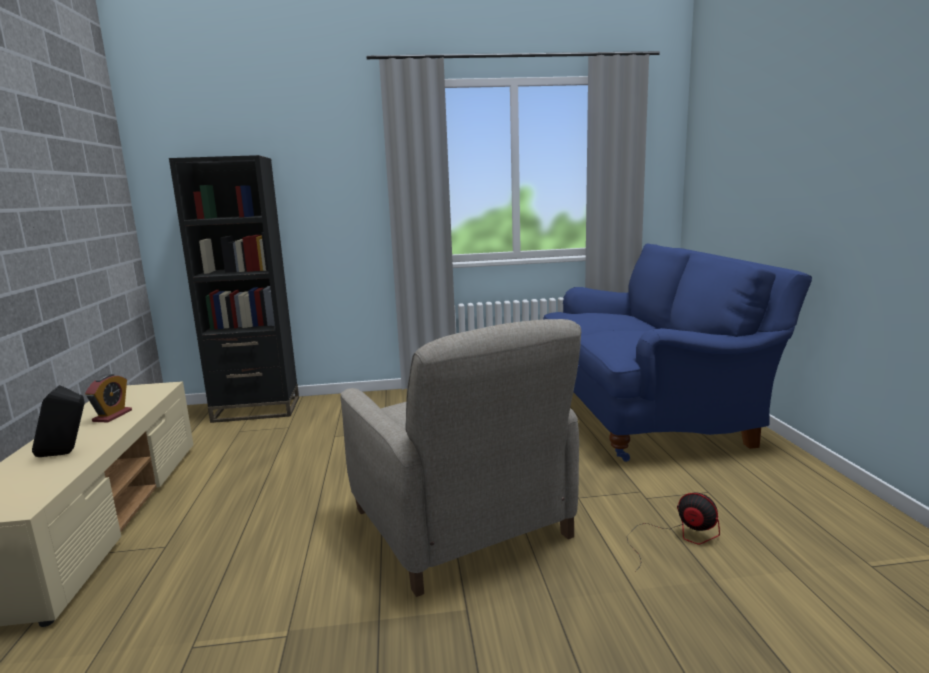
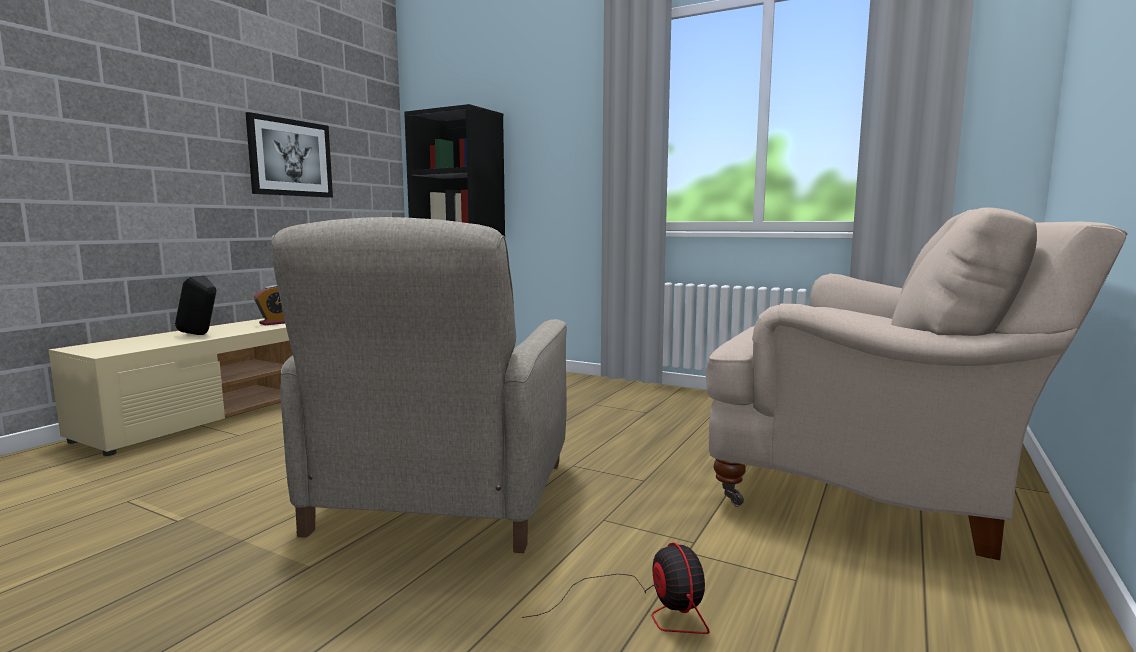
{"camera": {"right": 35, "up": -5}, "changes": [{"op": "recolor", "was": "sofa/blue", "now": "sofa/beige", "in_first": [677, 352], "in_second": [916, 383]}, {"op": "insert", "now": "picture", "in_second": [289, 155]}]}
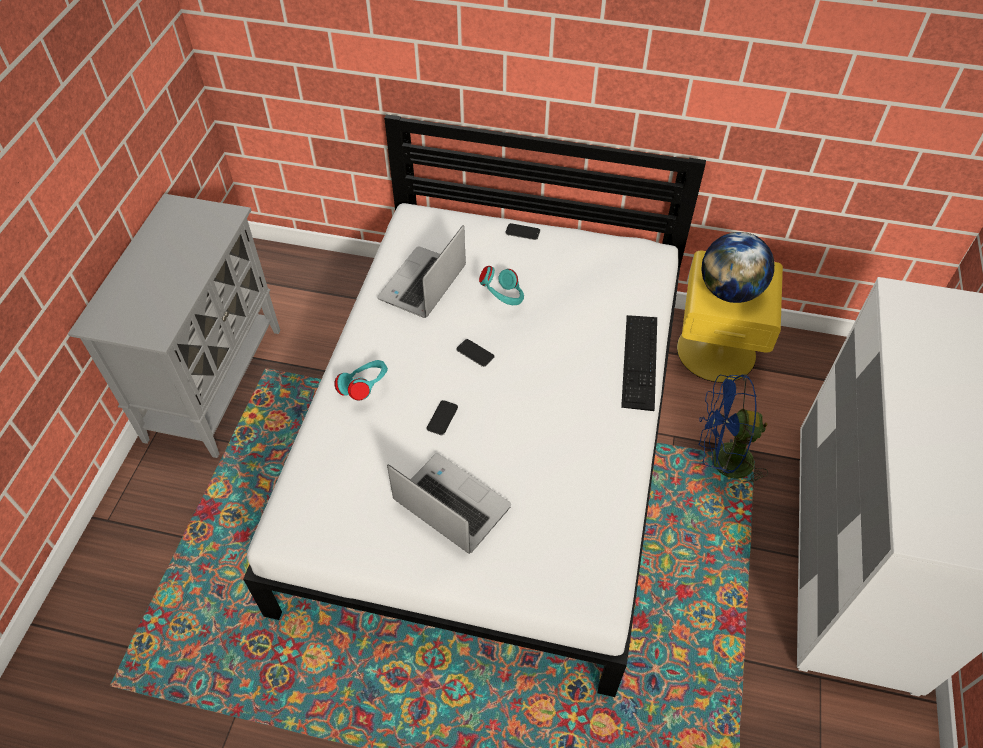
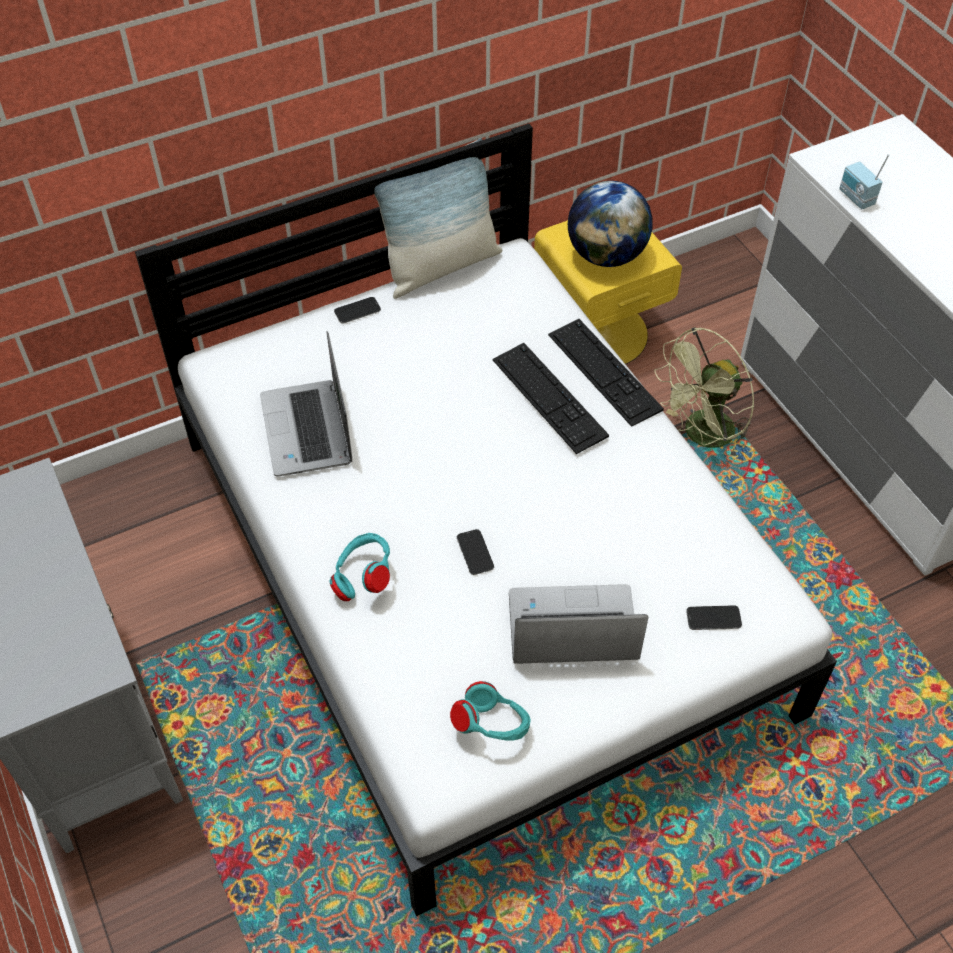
{"camera": {"right": -40, "up": 0}, "changes": [{"op": "move", "was": "headphones/turquoise", "in_first": [501, 285], "in_second": [490, 711]}, {"op": "move", "was": "phone", "in_first": [475, 353], "in_second": [714, 617]}, {"op": "recolor", "was": "fan/blue", "now": "fan/green", "in_first": [733, 432], "in_second": [704, 393]}, {"op": "insert", "now": "pillow", "in_second": [438, 218]}, {"op": "insert", "now": "radio", "in_second": [864, 181]}, {"op": "insert", "now": "keyboard", "in_second": [550, 398]}]}
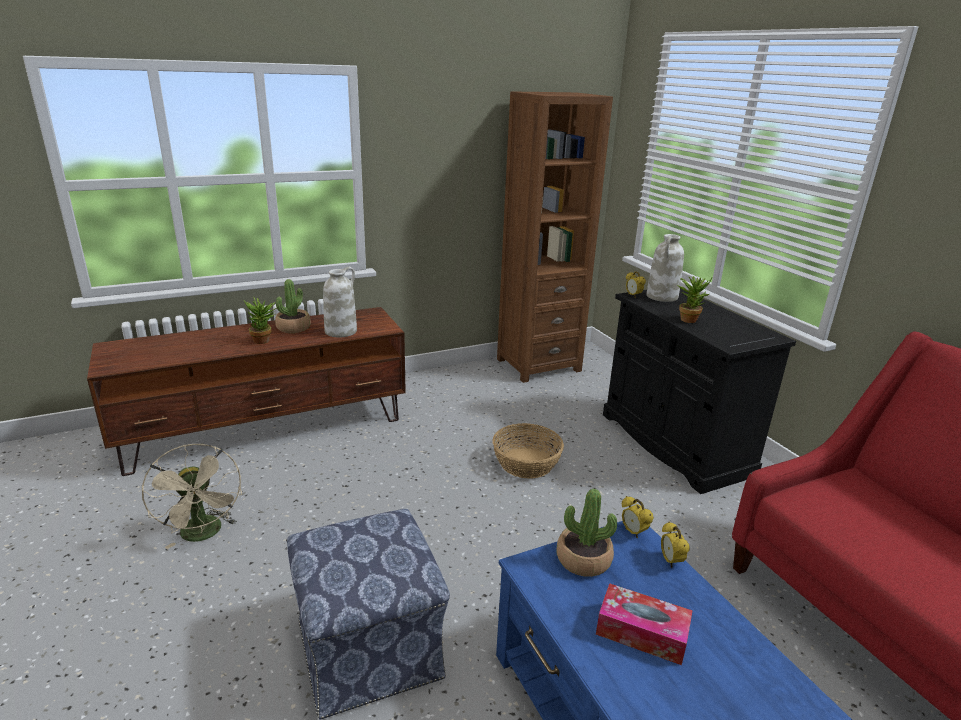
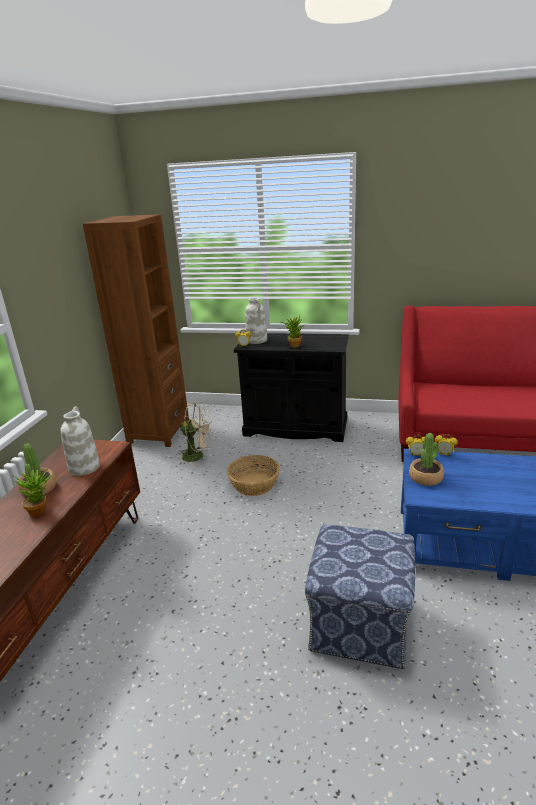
{"camera": {"right": -50, "up": 0}, "changes": [{"op": "move", "was": "fan/beige", "in_first": [192, 496], "in_second": [195, 434]}, {"op": "delete", "was": "tissue box", "in_first": [644, 624]}]}
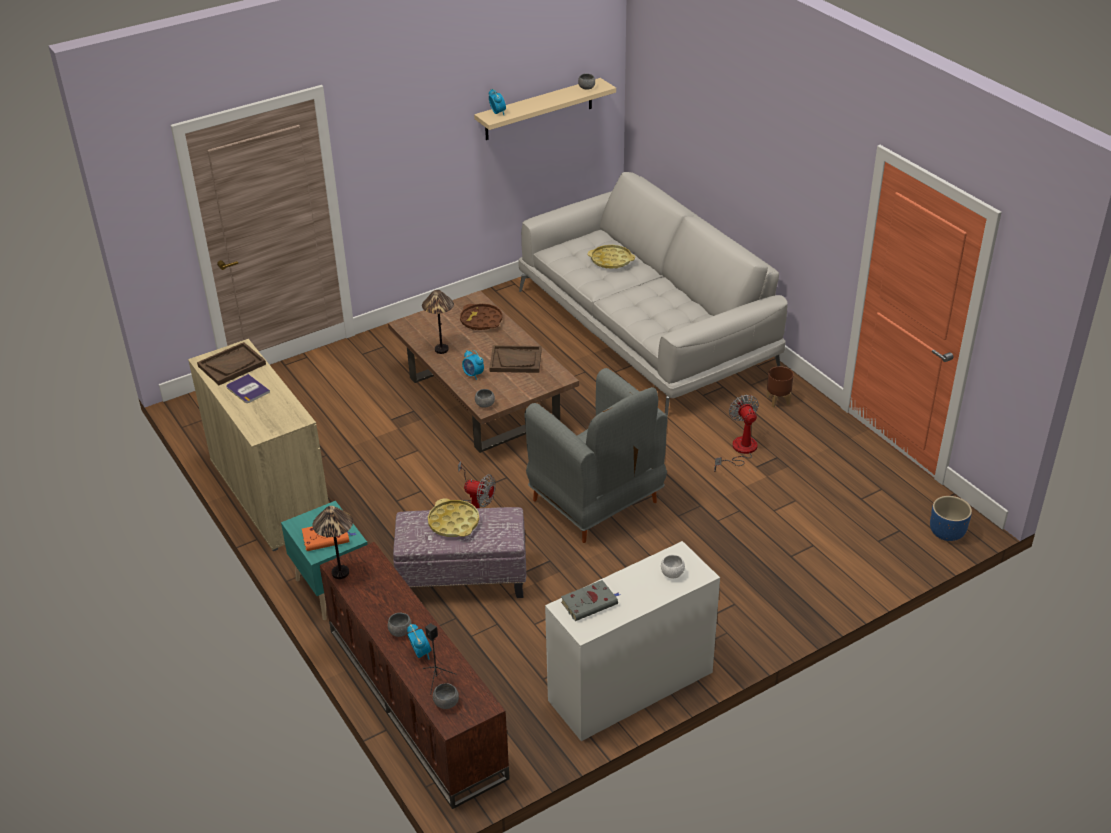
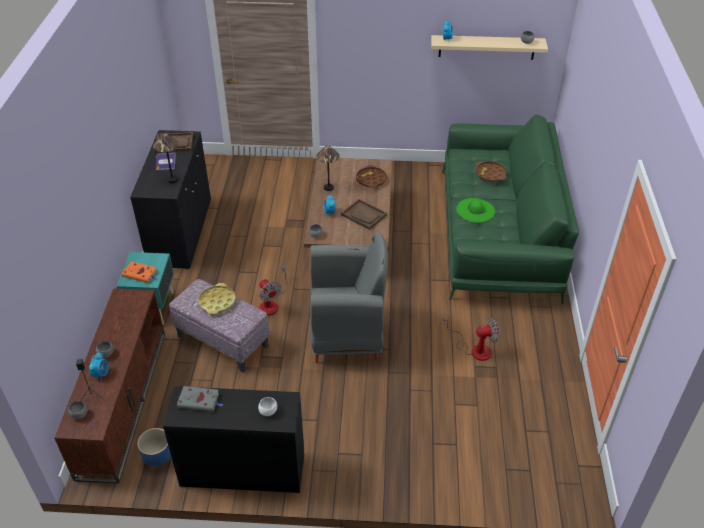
{"camera": {"right": 35, "up": 5}, "changes": [{"op": "recolor", "was": "sofa/white", "now": "sofa/green", "in_first": [652, 294], "in_second": [510, 210]}, {"op": "recolor", "was": "tray/yellow", "now": "tray/brown", "in_first": [611, 257], "in_second": [491, 171]}, {"op": "recolor", "was": "cabinet/beige", "now": "cabinet/black", "in_first": [258, 445], "in_second": [170, 200]}, {"op": "delete", "was": "planter/brown", "in_first": [780, 386]}, {"op": "rotate", "was": "armchair/grey", "in_first": [596, 455], "in_second": [349, 297], "clockwise": -90}, {"op": "rotate", "was": "fan", "in_first": [736, 433], "in_second": [471, 339], "clockwise": 60}, {"op": "move", "was": "planter/blue", "in_first": [951, 518], "in_second": [154, 447]}, {"op": "move", "was": "table lamp", "in_first": [332, 542], "in_second": [166, 158]}, {"op": "recolor", "was": "desk/white", "now": "desk/black", "in_first": [632, 641], "in_second": [233, 439]}, {"op": "insert", "now": "hat/green", "in_second": [475, 210]}]}
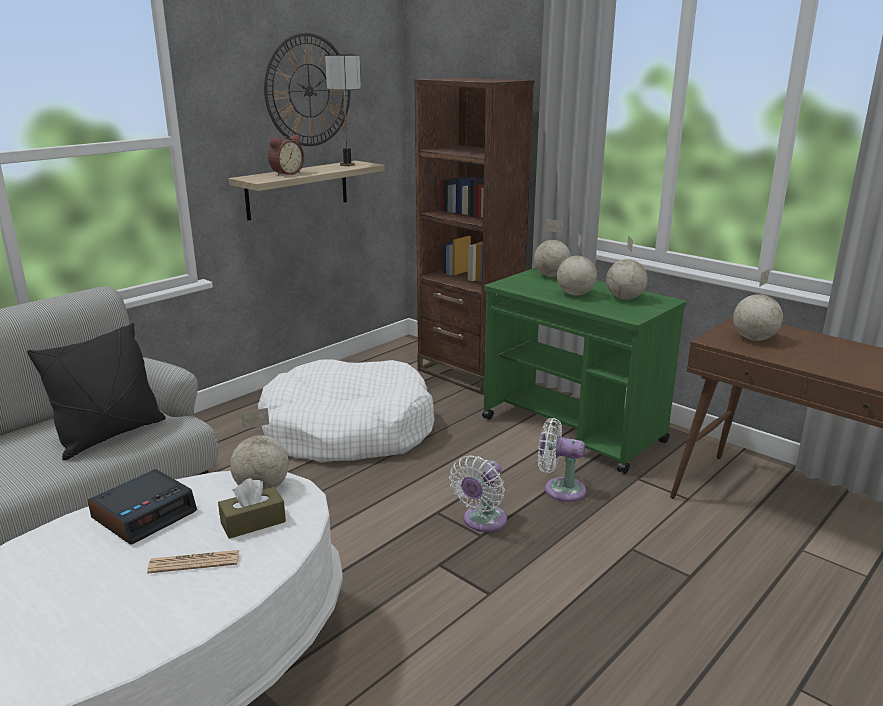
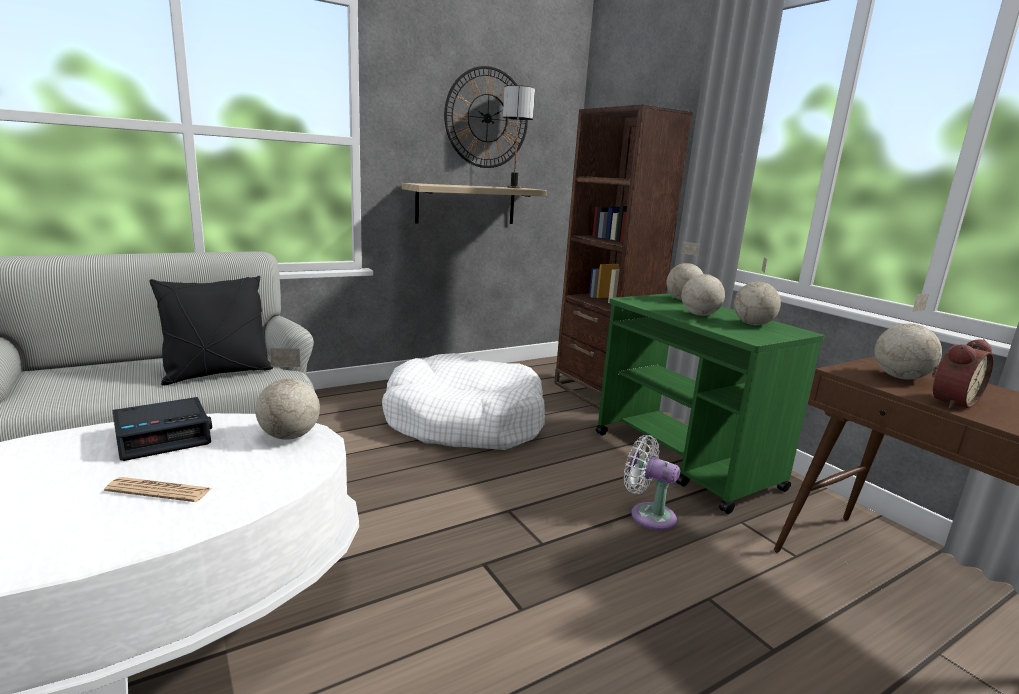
{"camera": {"right": 15, "up": -5}, "changes": [{"op": "move", "was": "alarm clock", "in_first": [286, 155], "in_second": [963, 374]}, {"op": "delete", "was": "fan/white", "in_first": [478, 493]}, {"op": "delete", "was": "tissue box/brown", "in_first": [252, 508]}]}
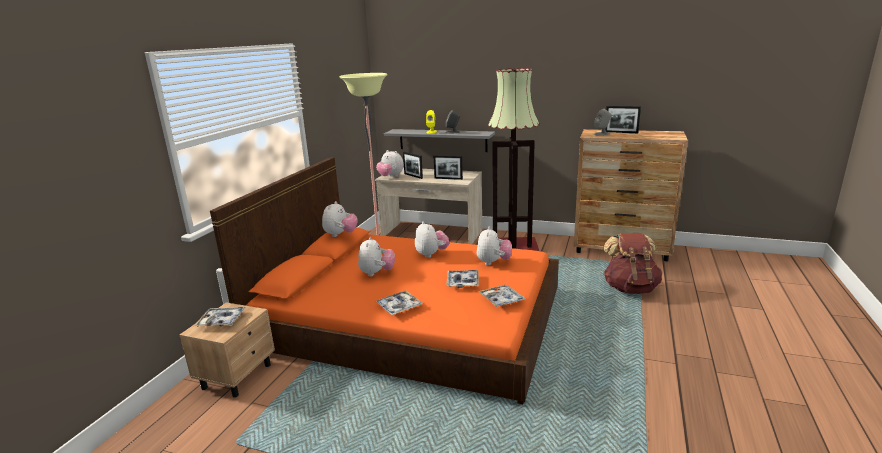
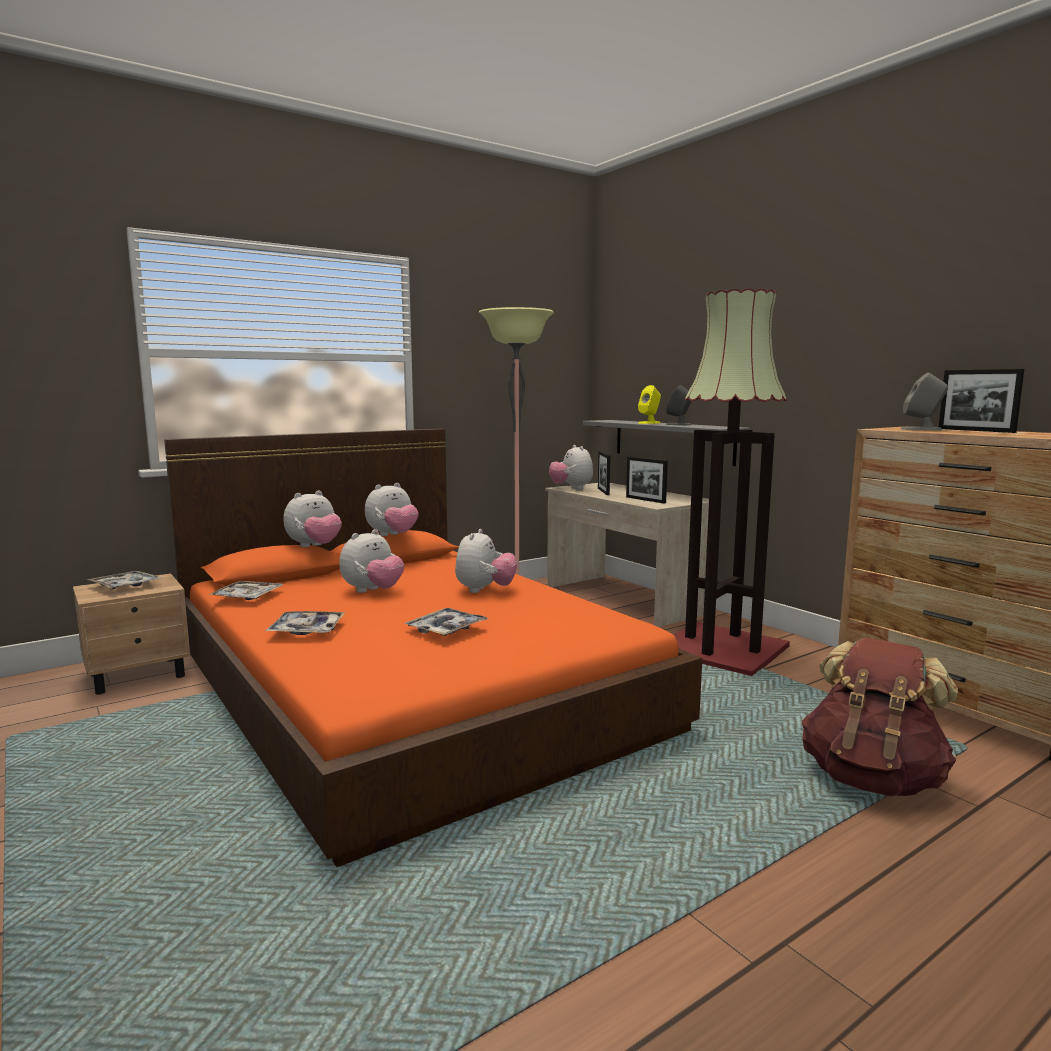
{"camera": {"right": 35, "up": -10}, "changes": [{"op": "move", "was": "plush toy", "in_first": [494, 246], "in_second": [312, 519]}, {"op": "move", "was": "tray", "in_first": [502, 296], "in_second": [246, 590]}]}
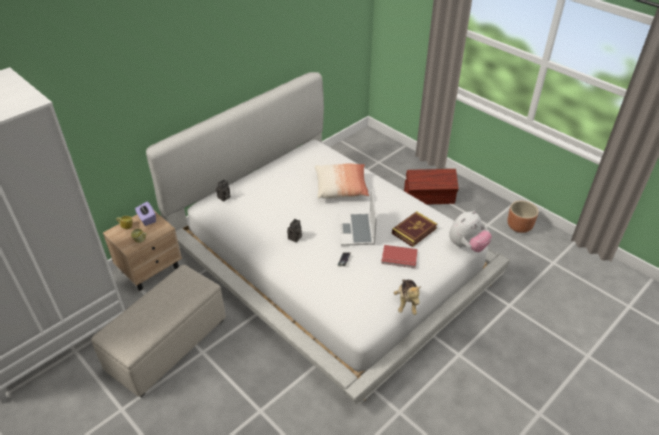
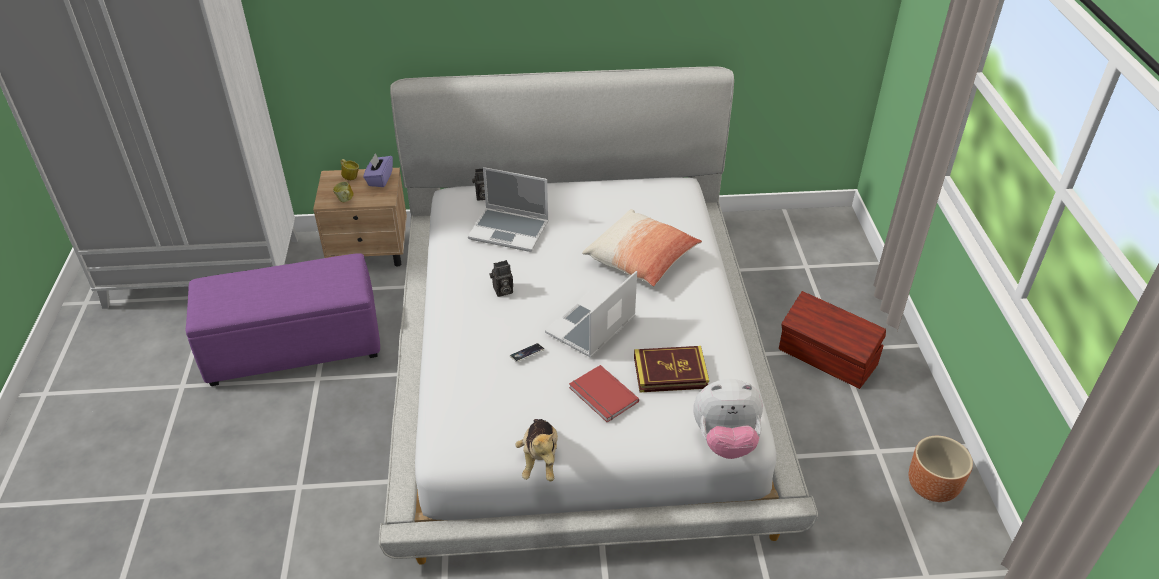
{"camera": {"right": 40, "up": 0}, "changes": [{"op": "recolor", "was": "ottoman/beige", "now": "ottoman/purple", "in_first": [158, 331], "in_second": [283, 319]}, {"op": "rotate", "was": "plush toy", "in_first": [407, 297], "in_second": [536, 450], "clockwise": -45}, {"op": "insert", "now": "laptop", "in_second": [508, 209]}]}
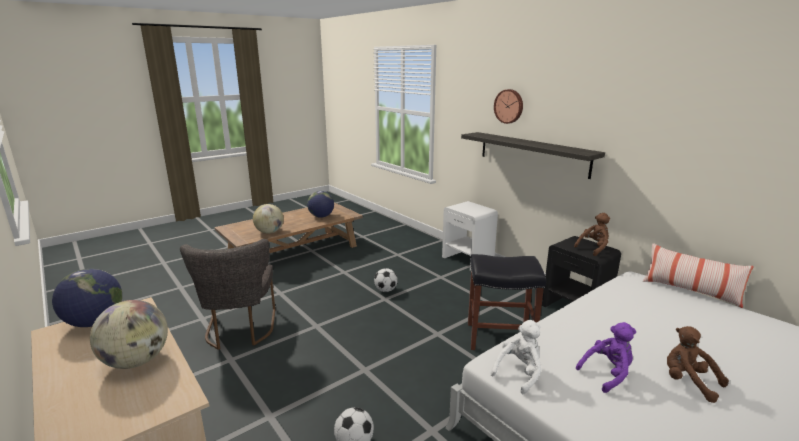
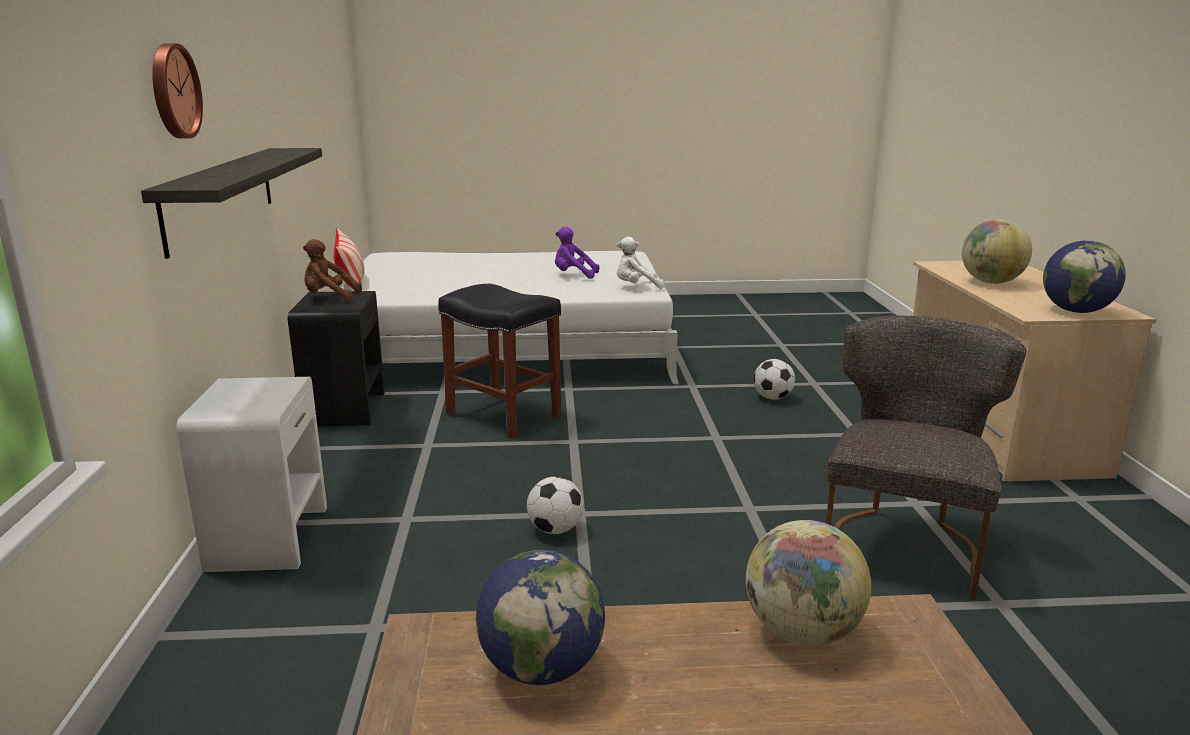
{"camera": {"right": -145, "up": 0}, "changes": [{"op": "delete", "was": "plush toy/brown", "in_first": [698, 364]}]}
